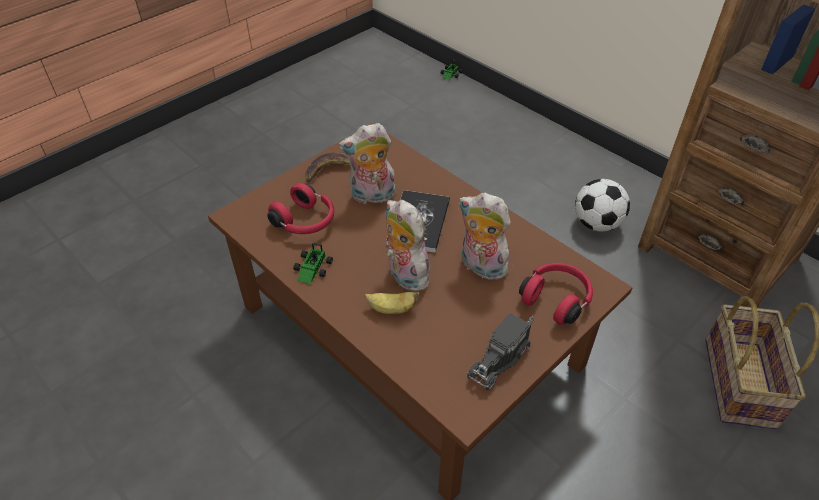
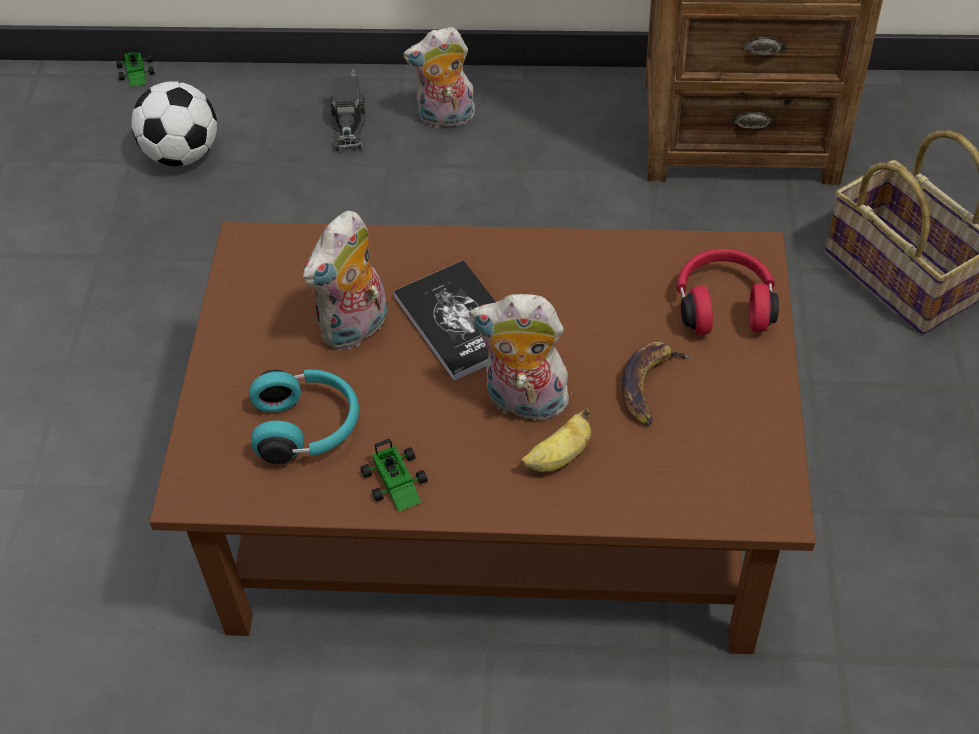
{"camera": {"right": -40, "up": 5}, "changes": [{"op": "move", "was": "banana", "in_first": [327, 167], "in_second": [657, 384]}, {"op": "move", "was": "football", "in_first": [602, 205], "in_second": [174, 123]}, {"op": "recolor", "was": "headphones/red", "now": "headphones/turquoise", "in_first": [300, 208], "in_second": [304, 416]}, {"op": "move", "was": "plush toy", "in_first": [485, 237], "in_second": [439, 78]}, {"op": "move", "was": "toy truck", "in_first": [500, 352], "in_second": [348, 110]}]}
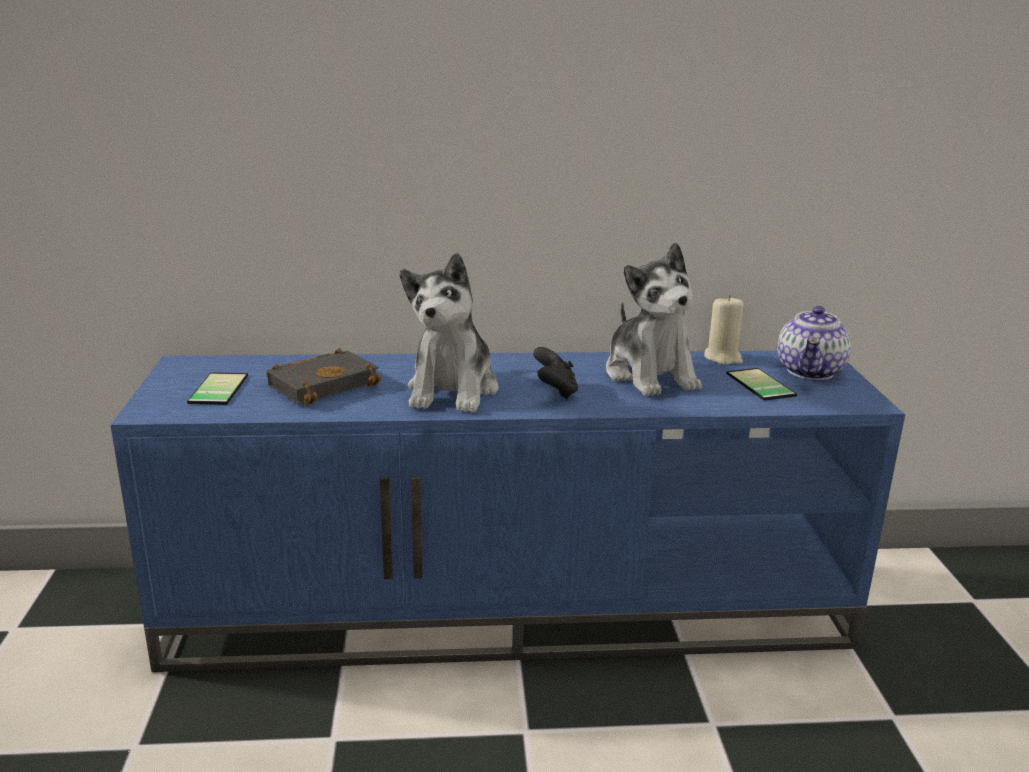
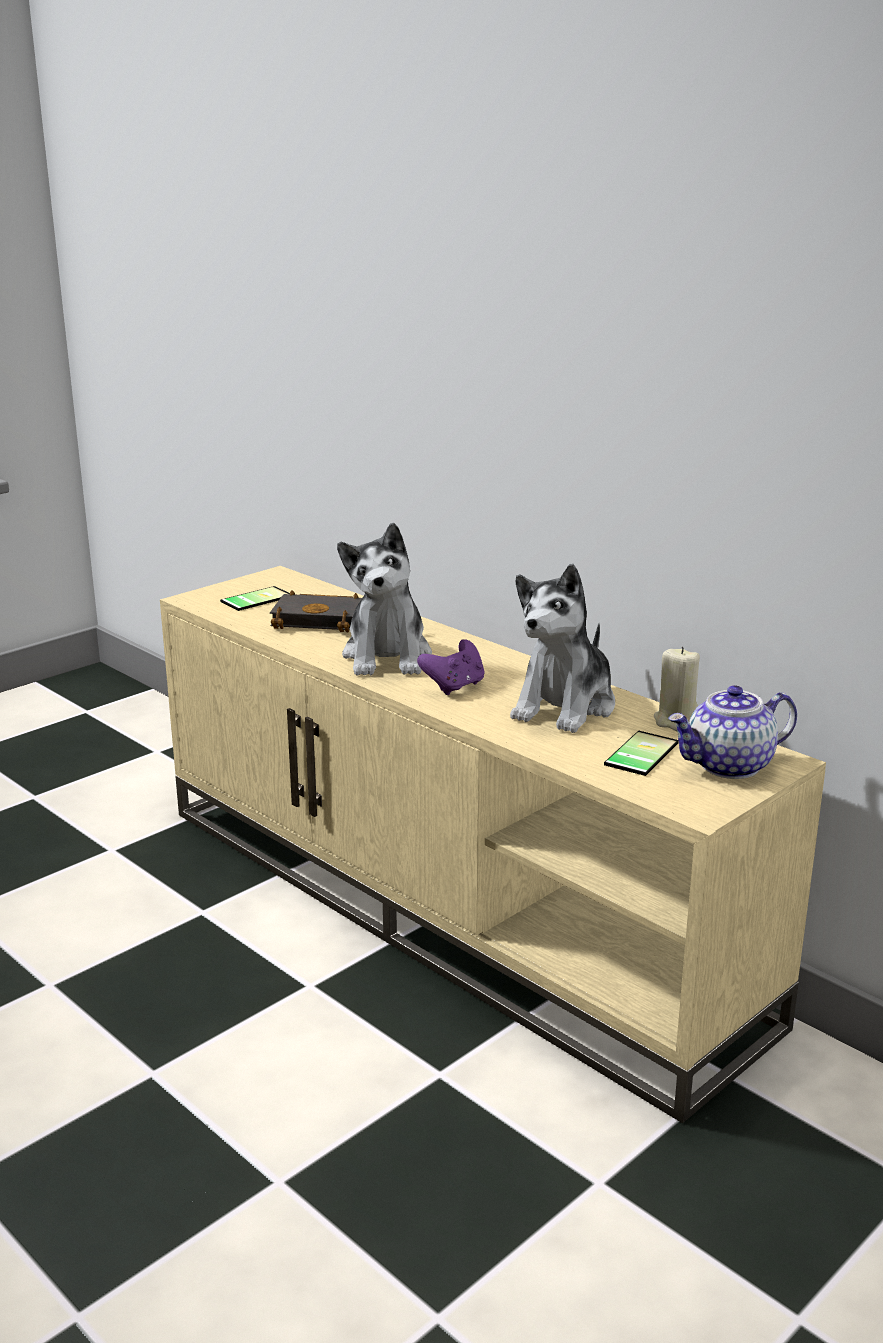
{"camera": {"right": 50, "up": 0}, "changes": [{"op": "rotate", "was": "plush toy", "in_first": [449, 332], "in_second": [384, 599], "clockwise": -60}, {"op": "recolor", "was": "game controller/black", "now": "game controller/purple", "in_first": [555, 373], "in_second": [451, 667]}, {"op": "recolor", "was": "tv stand/blue", "now": "tv stand/beige", "in_first": [507, 511], "in_second": [493, 844]}]}
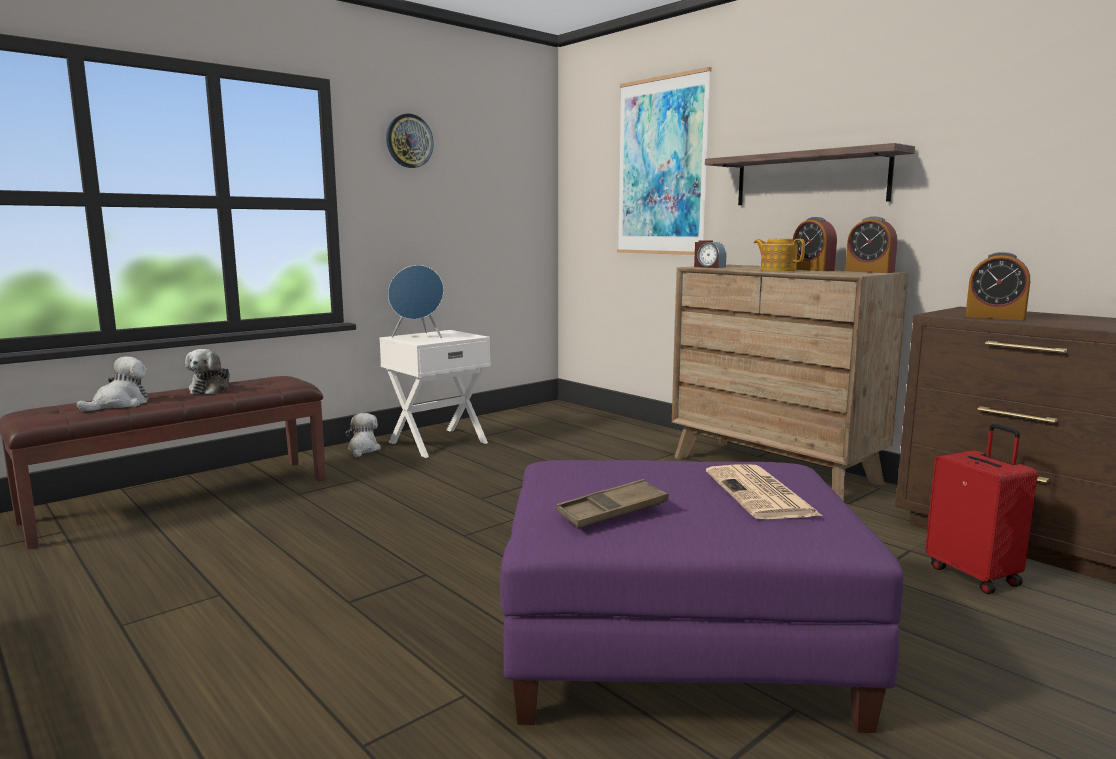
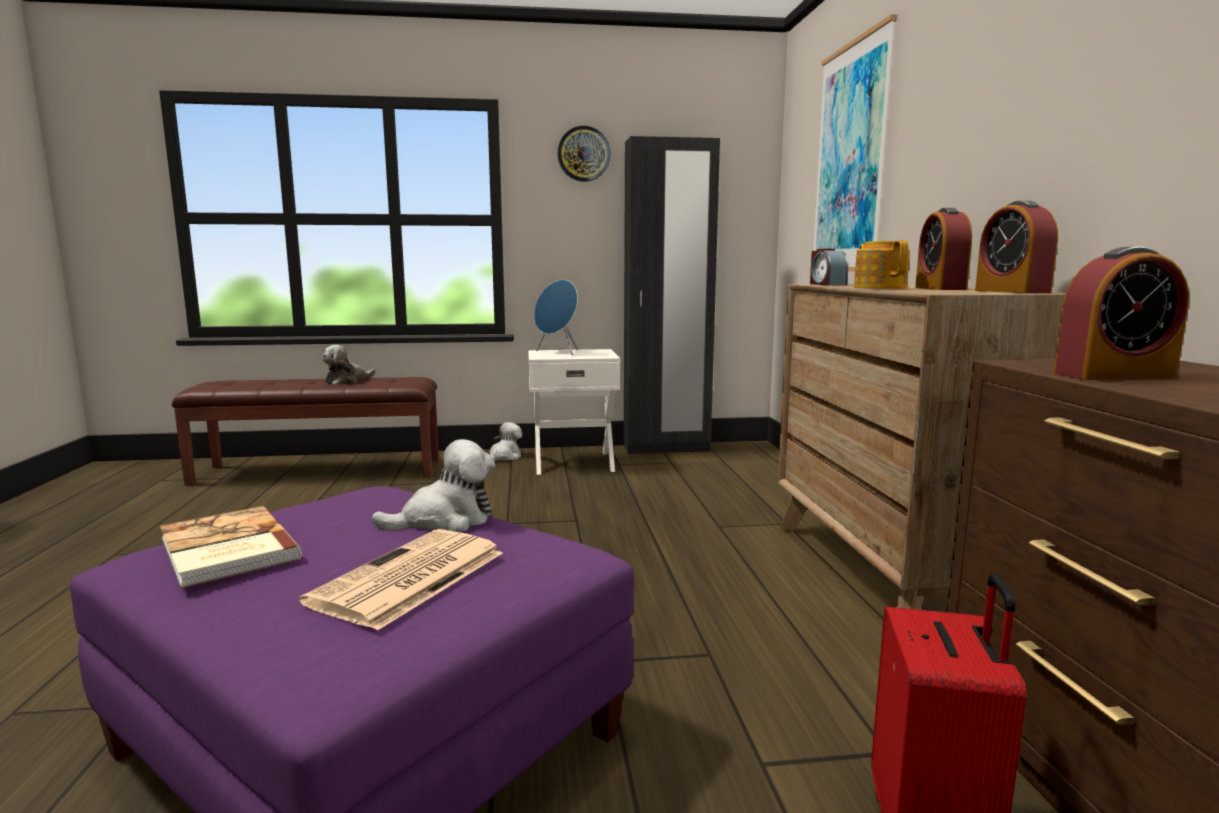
{"camera": {"right": 35, "up": 0}, "changes": [{"op": "delete", "was": "shelf", "in_first": [810, 174]}, {"op": "rotate", "was": "alarm clock", "in_first": [997, 286], "in_second": [1121, 313], "clockwise": -75}, {"op": "move", "was": "plush toy", "in_first": [112, 383], "in_second": [433, 485]}, {"op": "replace", "was": "tray/brown", "now": "book", "in_first": [612, 503], "in_second": [231, 547]}, {"op": "insert", "now": "wardrobe/black", "in_second": [672, 295]}]}
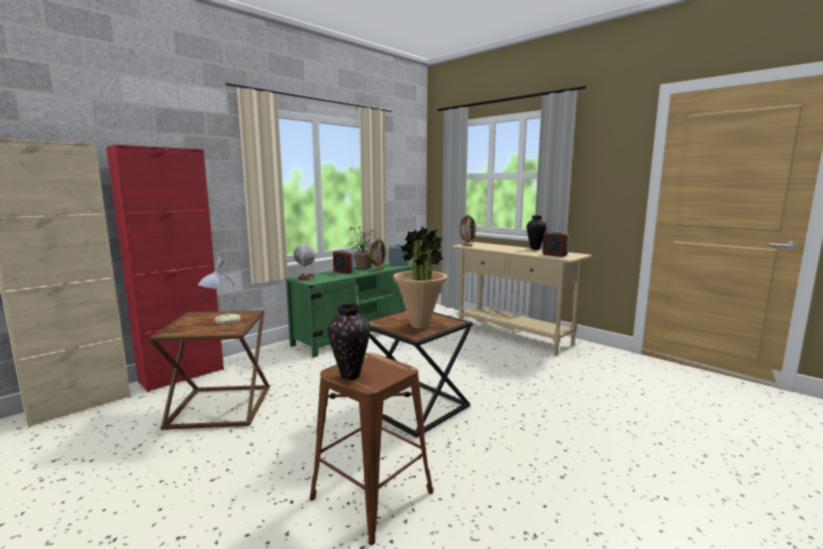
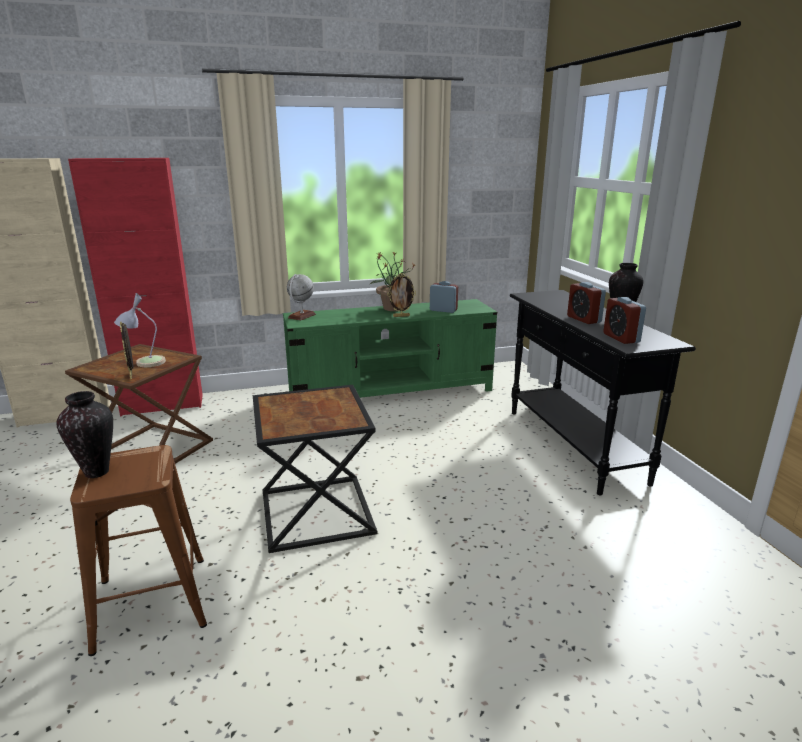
{"camera": {"right": 30, "up": 10}, "changes": [{"op": "move", "was": "picture frame", "in_first": [467, 230], "in_second": [126, 350]}, {"op": "delete", "was": "potted plant", "in_first": [420, 277]}, {"op": "recolor", "was": "console table/beige", "now": "console table/black", "in_first": [522, 299], "in_second": [603, 393]}, {"op": "move", "was": "alarm clock", "in_first": [343, 262], "in_second": [586, 303]}]}
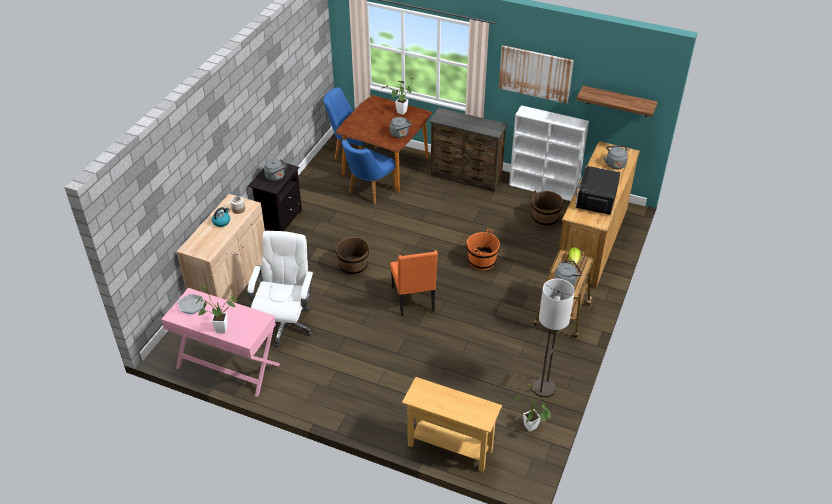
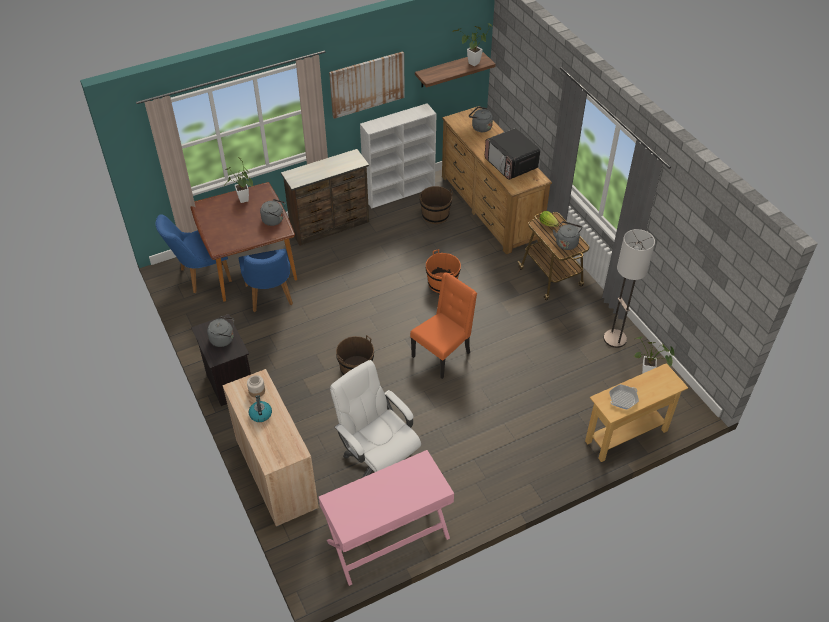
{"camera": {"right": -50, "up": 5}, "changes": [{"op": "rotate", "was": "chair/orange", "in_first": [414, 283], "in_second": [443, 325], "clockwise": -75}, {"op": "move", "was": "potted plant", "in_first": [217, 309], "in_second": [472, 44]}, {"op": "move", "was": "frying pan", "in_first": [190, 304], "in_second": [624, 396]}]}
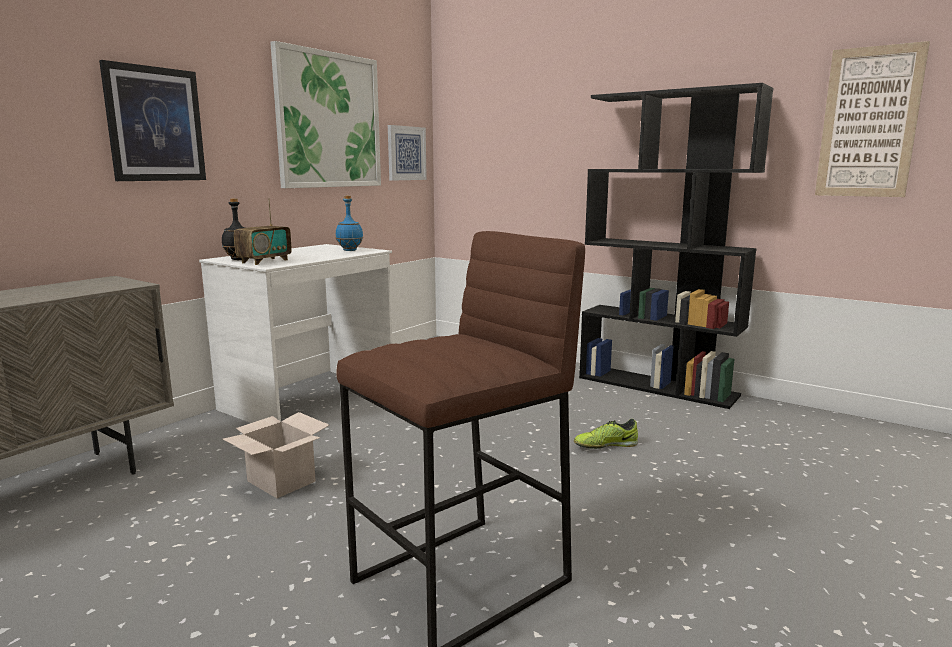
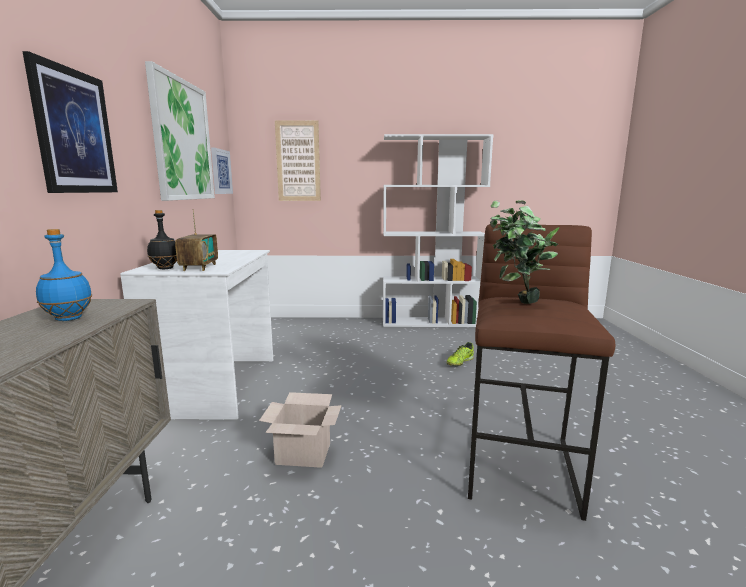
{"camera": {"right": -35, "up": 0}, "changes": [{"op": "move", "was": "picture", "in_first": [872, 119], "in_second": [298, 160]}, {"op": "recolor", "was": "bookcase/black", "now": "bookcase/white", "in_first": [676, 246], "in_second": [438, 230]}, {"op": "move", "was": "bottle/blue", "in_first": [349, 223], "in_second": [64, 275]}, {"op": "insert", "now": "potted plant", "in_second": [524, 252]}]}
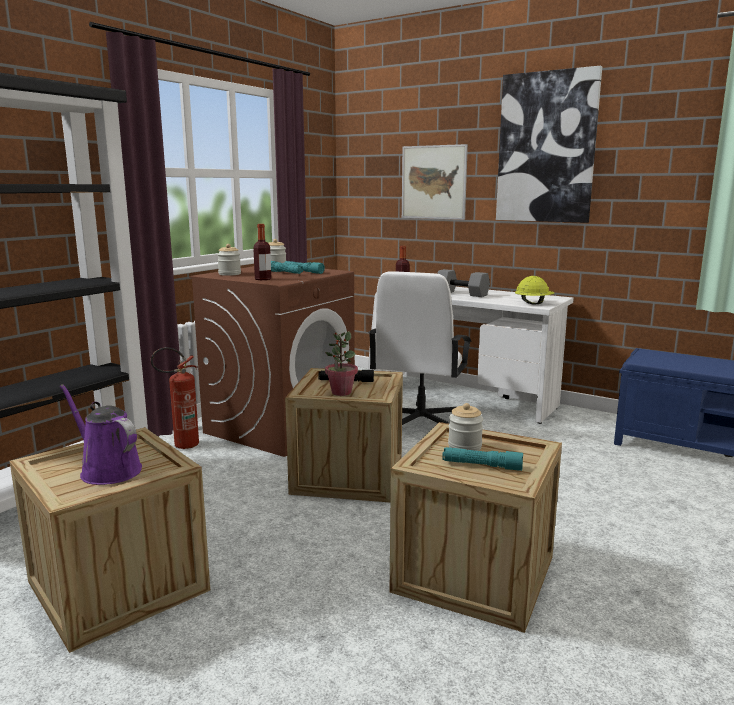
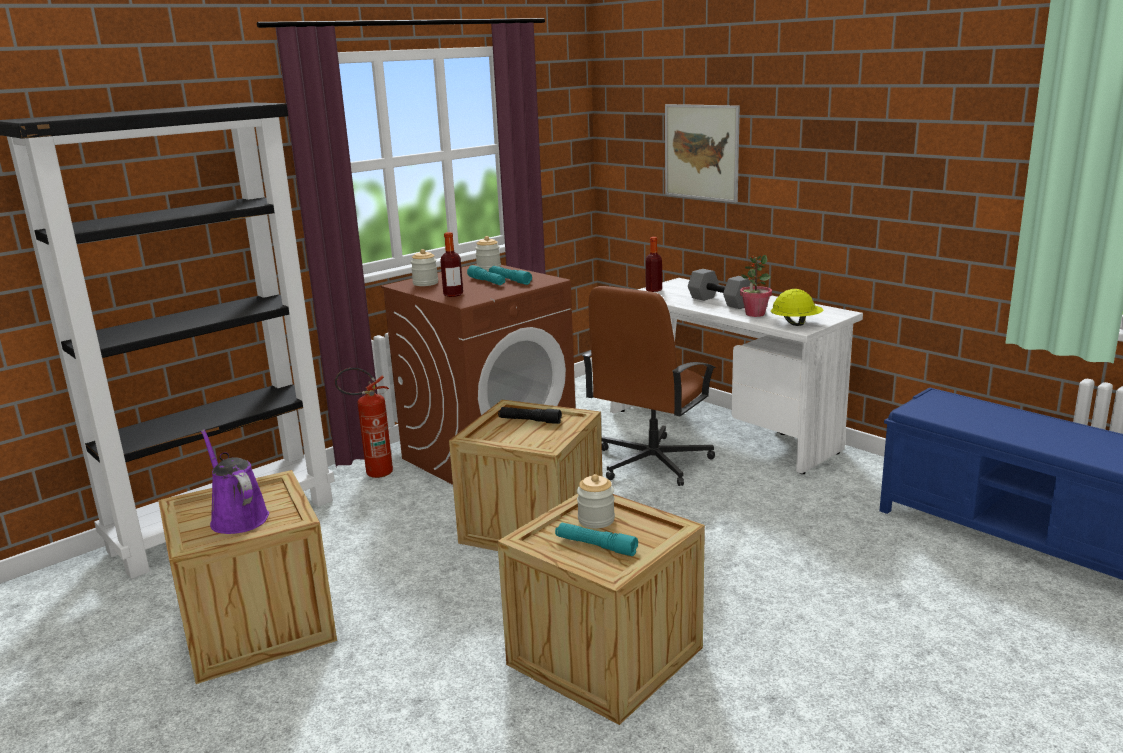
{"camera": {"right": 15, "up": 5}, "changes": [{"op": "delete", "was": "picture", "in_first": [549, 144]}, {"op": "recolor", "was": "office chair/white", "now": "office chair/brown", "in_first": [420, 348], "in_second": [649, 386]}, {"op": "move", "was": "potted plant", "in_first": [341, 363], "in_second": [756, 286]}]}
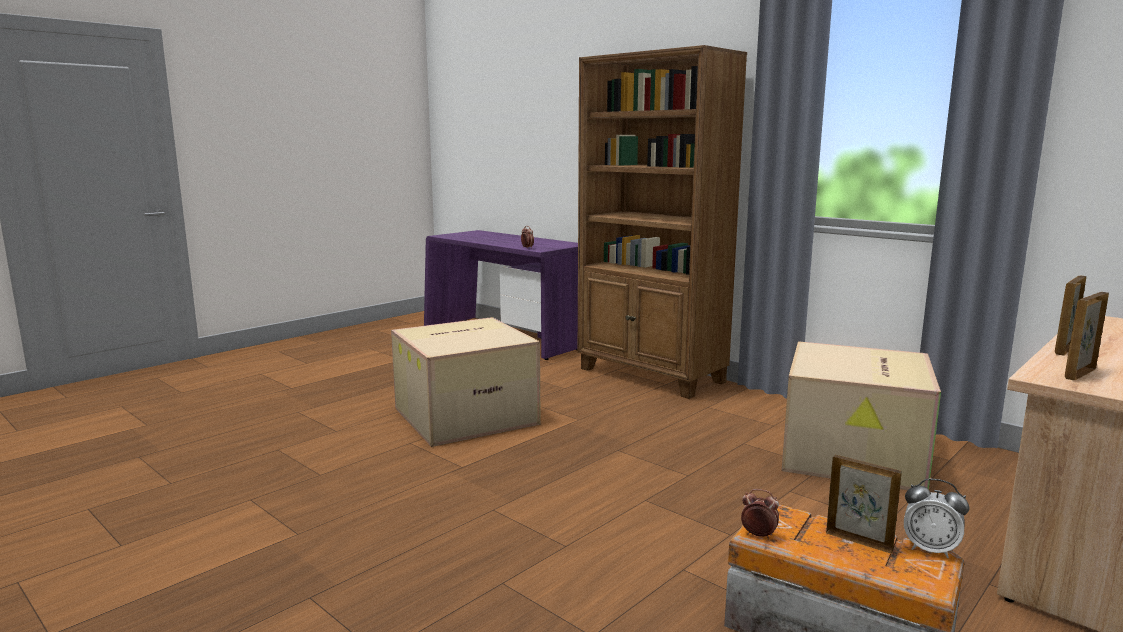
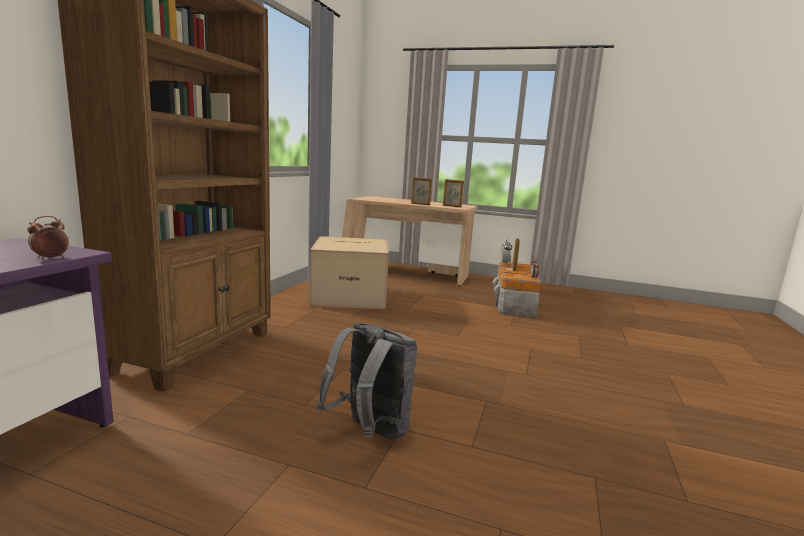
{"camera": {"right": -115, "up": 0}, "changes": [{"op": "replace", "was": "cardboard box", "now": "backpack/grey", "in_first": [466, 382], "in_second": [367, 381]}]}
